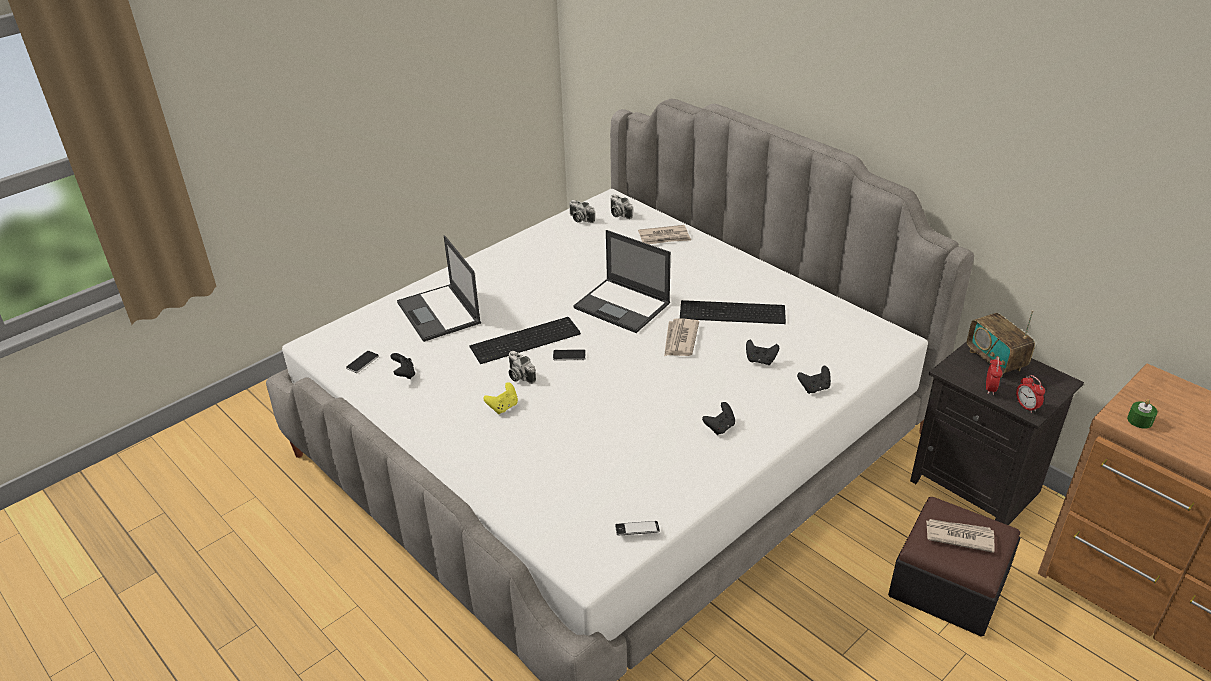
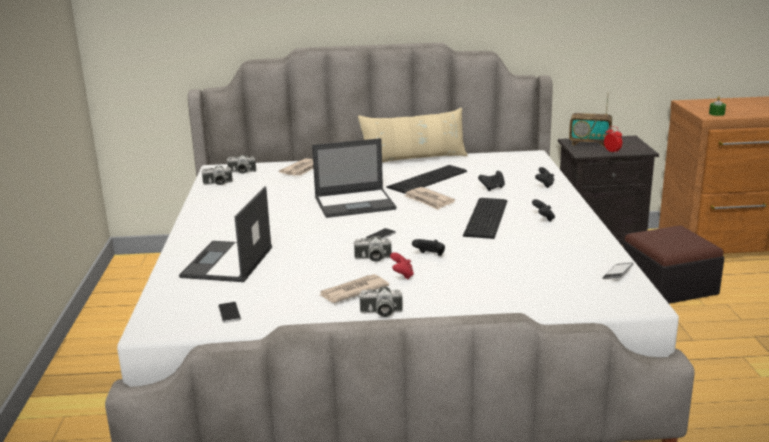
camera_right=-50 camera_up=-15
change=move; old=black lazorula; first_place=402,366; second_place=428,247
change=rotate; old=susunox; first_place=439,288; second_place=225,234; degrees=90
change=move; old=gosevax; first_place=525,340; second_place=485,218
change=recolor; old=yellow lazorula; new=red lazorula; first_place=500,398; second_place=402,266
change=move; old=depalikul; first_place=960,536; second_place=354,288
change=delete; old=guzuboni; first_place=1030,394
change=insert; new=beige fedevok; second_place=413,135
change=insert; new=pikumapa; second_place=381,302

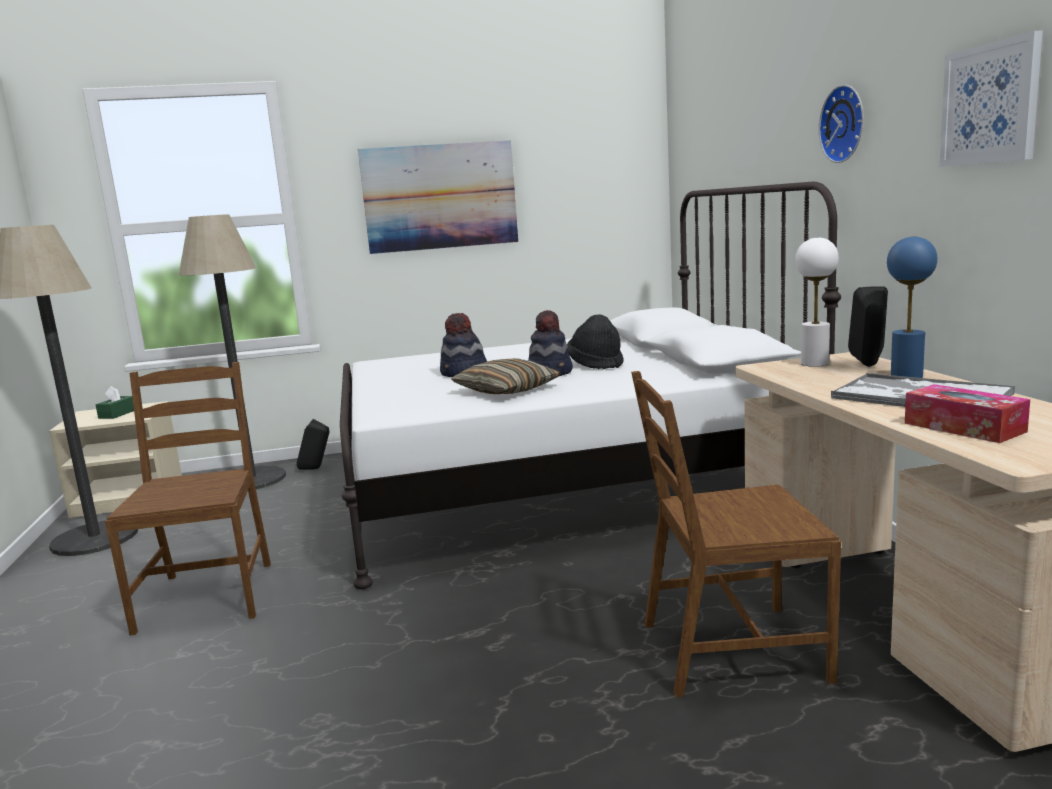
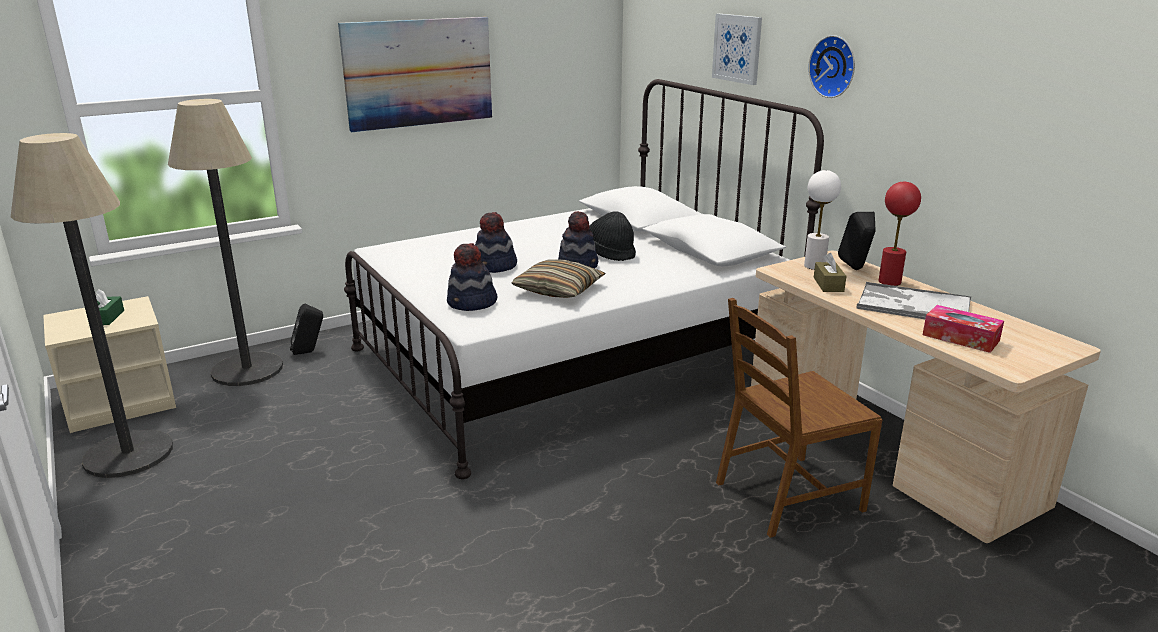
camera_right=-20 camera_up=10
change=delete; old=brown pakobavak; first_place=188,498
change=recolor; old=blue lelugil; new=red lelugil; first_place=912,307; second_place=899,234
change=move; old=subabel; first_place=991,98; second_place=737,49
change=insert; new=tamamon; second_place=472,277
change=insert; new=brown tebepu; second_place=830,272

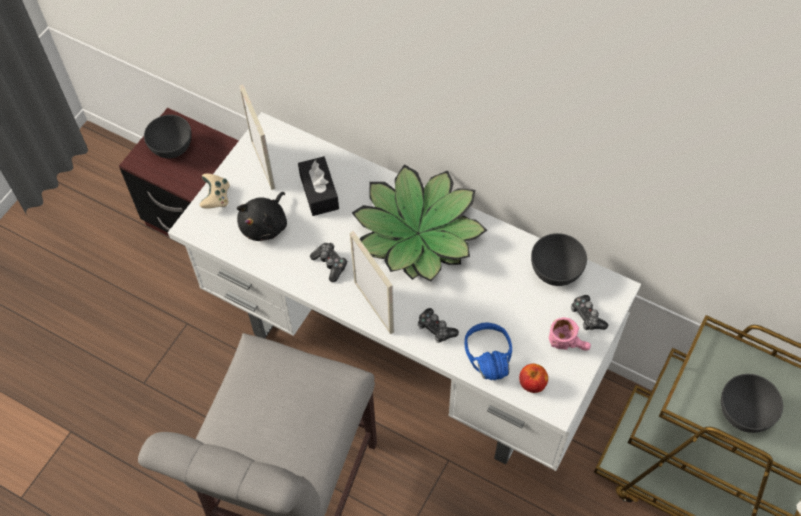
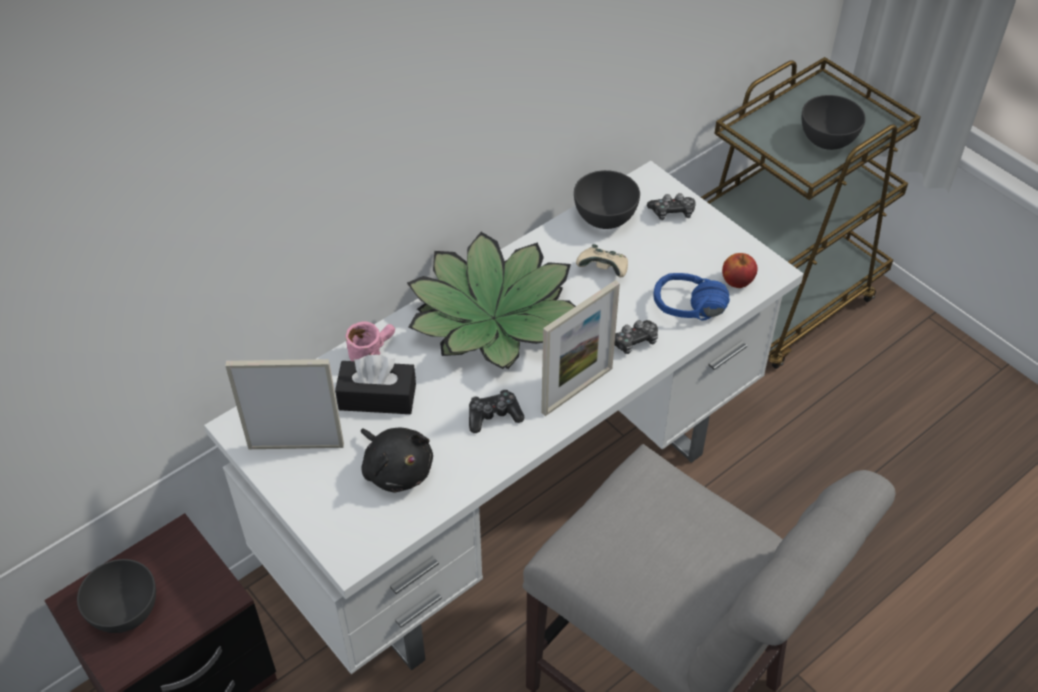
camera_right=-70 camera_up=-10
change=move; old=beige lazorula; first_place=214,191; second_place=602,260
change=rotate; old=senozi; first_place=372,282; second_place=580,348; degrees=150
change=move; old=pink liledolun; first_place=570,333; second_place=370,341

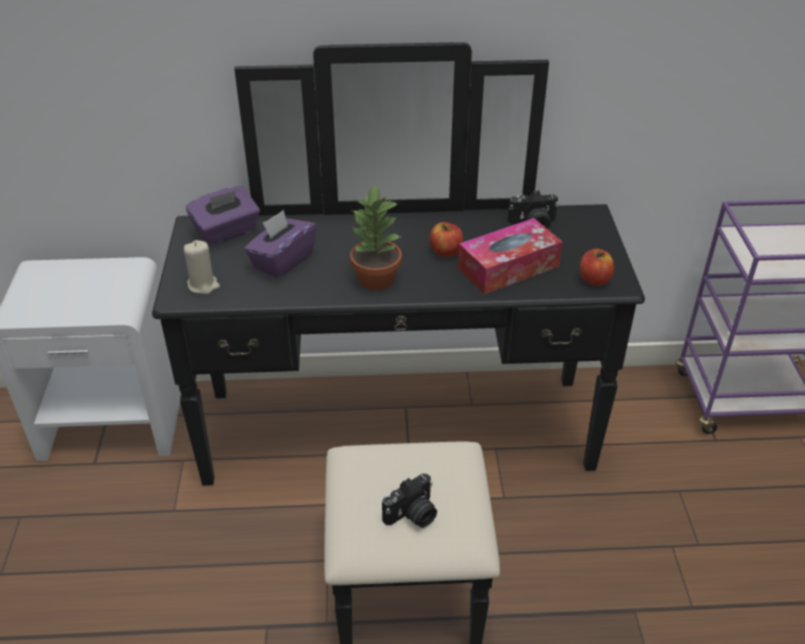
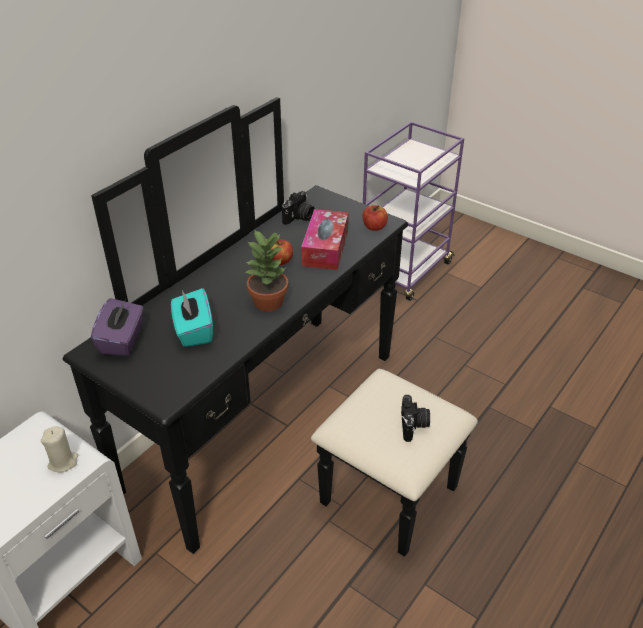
camera_right=-50 camera_up=0
change=move; old=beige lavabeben; first_place=202,267; second_place=59,449
change=recolor; old=purple tebepu; new=turquoise tebepu; first_place=280,244; second_place=192,317

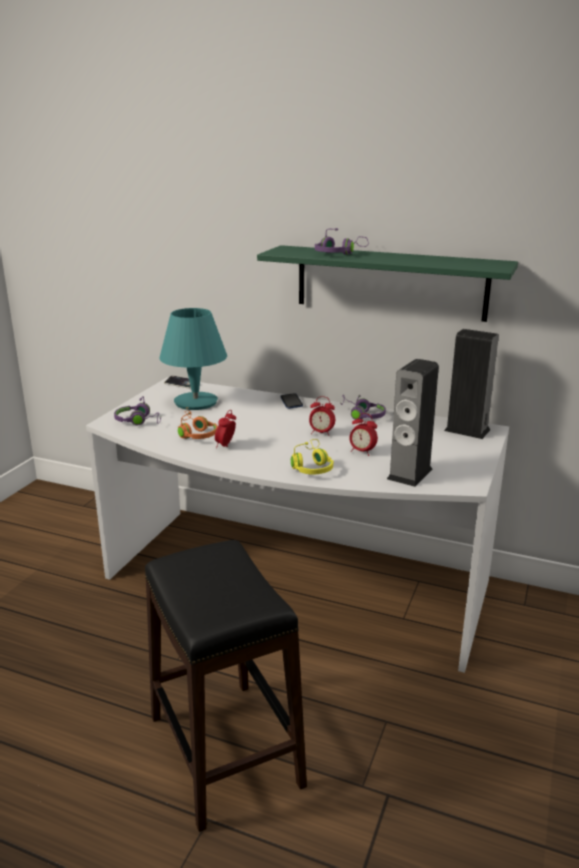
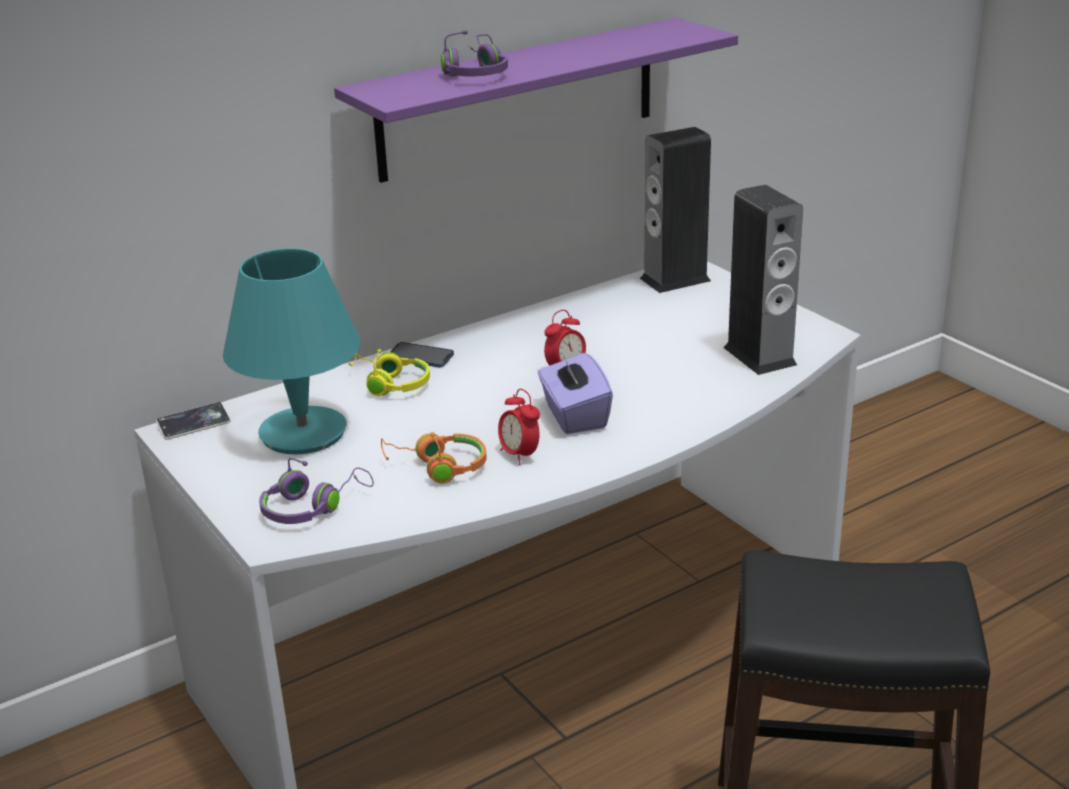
camera_right=-55 camera_up=5
change=recolor; old=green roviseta; new=purple roviseta; first_place=387,283; second_place=536,100
change=move; old=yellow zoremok; first_place=312,457; second_place=389,372
change=delete; old=purple zoremok; first_place=363,407
change=delete; old=guzuboni; first_place=363,434
change=insert; new=purple tebepu; second_place=575,392

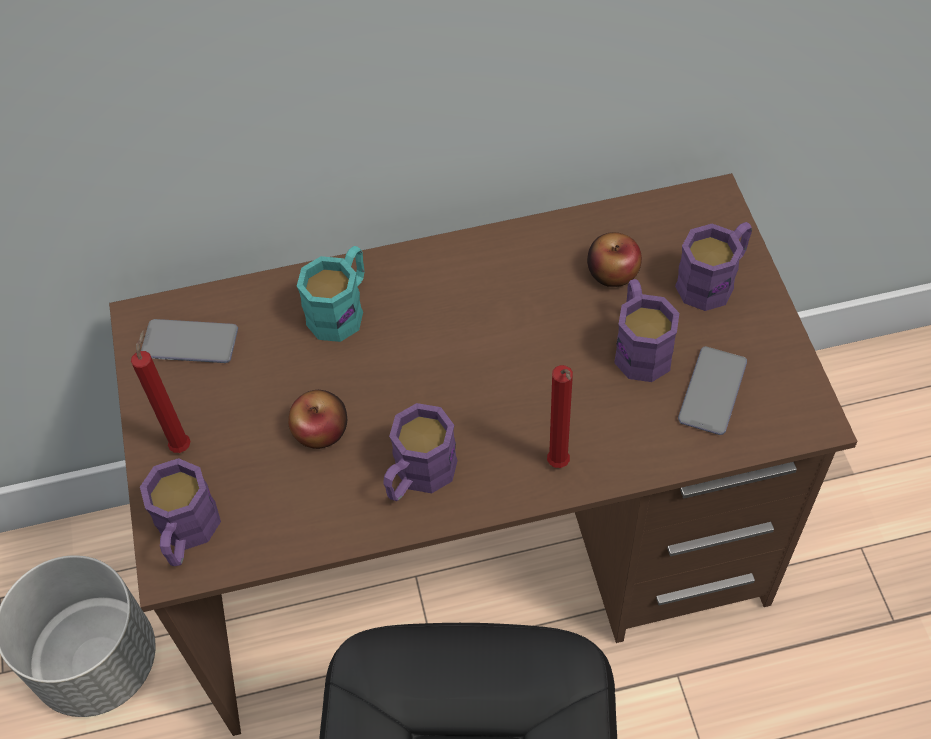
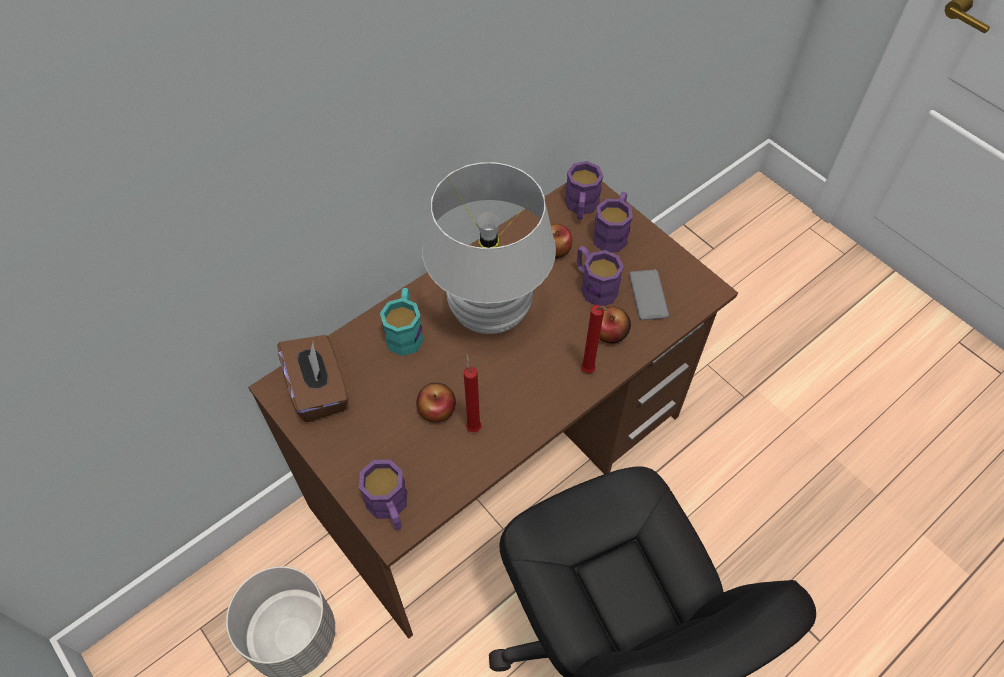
camera_right=-30 camera_up=0
change=move; old=red lavabeben; first_place=160,391; second_place=472,392
change=replace; old=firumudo; new=brown tebepu; first_place=189,341; second_place=313,378
change=move; old=purple liledolun; first_place=421,452; second_place=584,190
change=insert; new=white lelugil; second_place=489,248
change=insert; new=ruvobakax; second_place=615,325

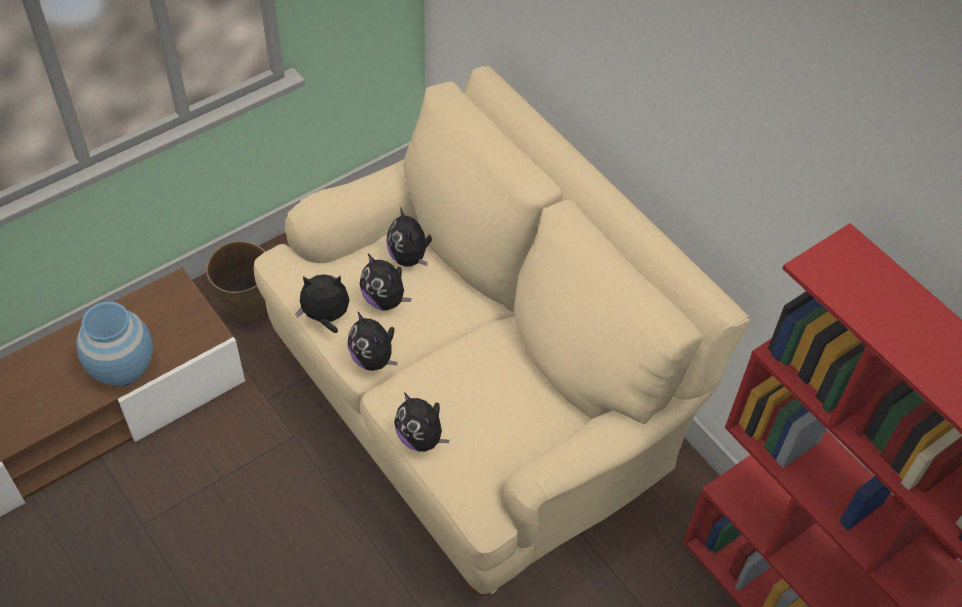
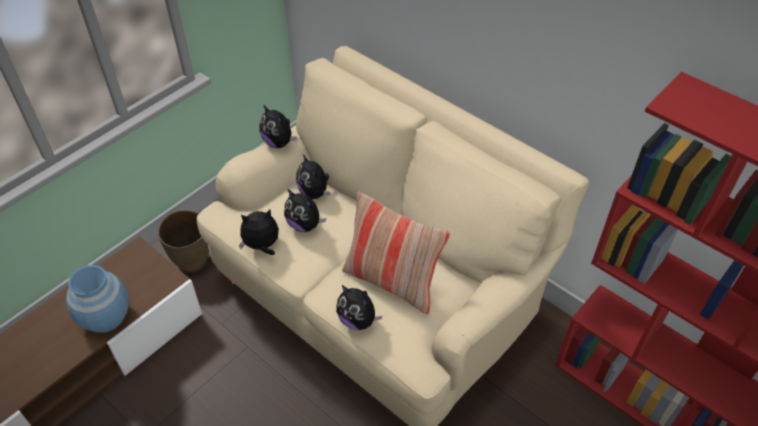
camera_right=-10 camera_up=-5
change=move; old=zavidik; first_place=373,341; second_place=278,126
change=insert; new=fedevok; second_place=396,253

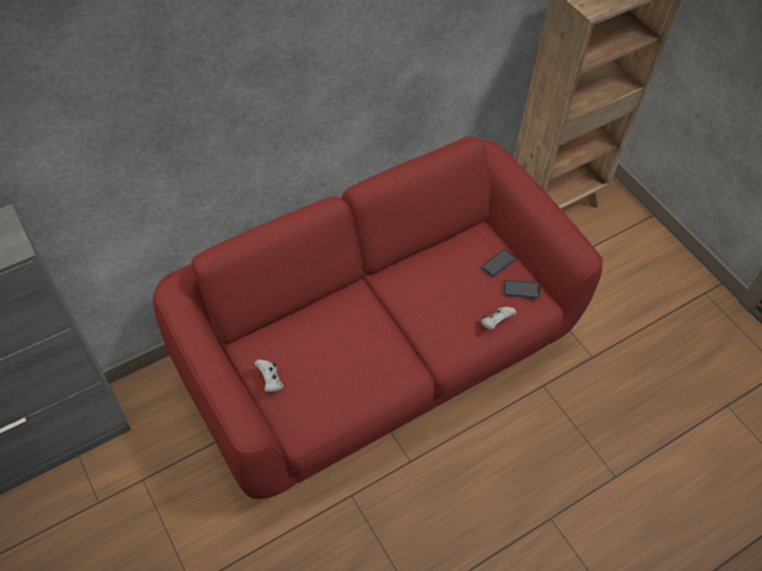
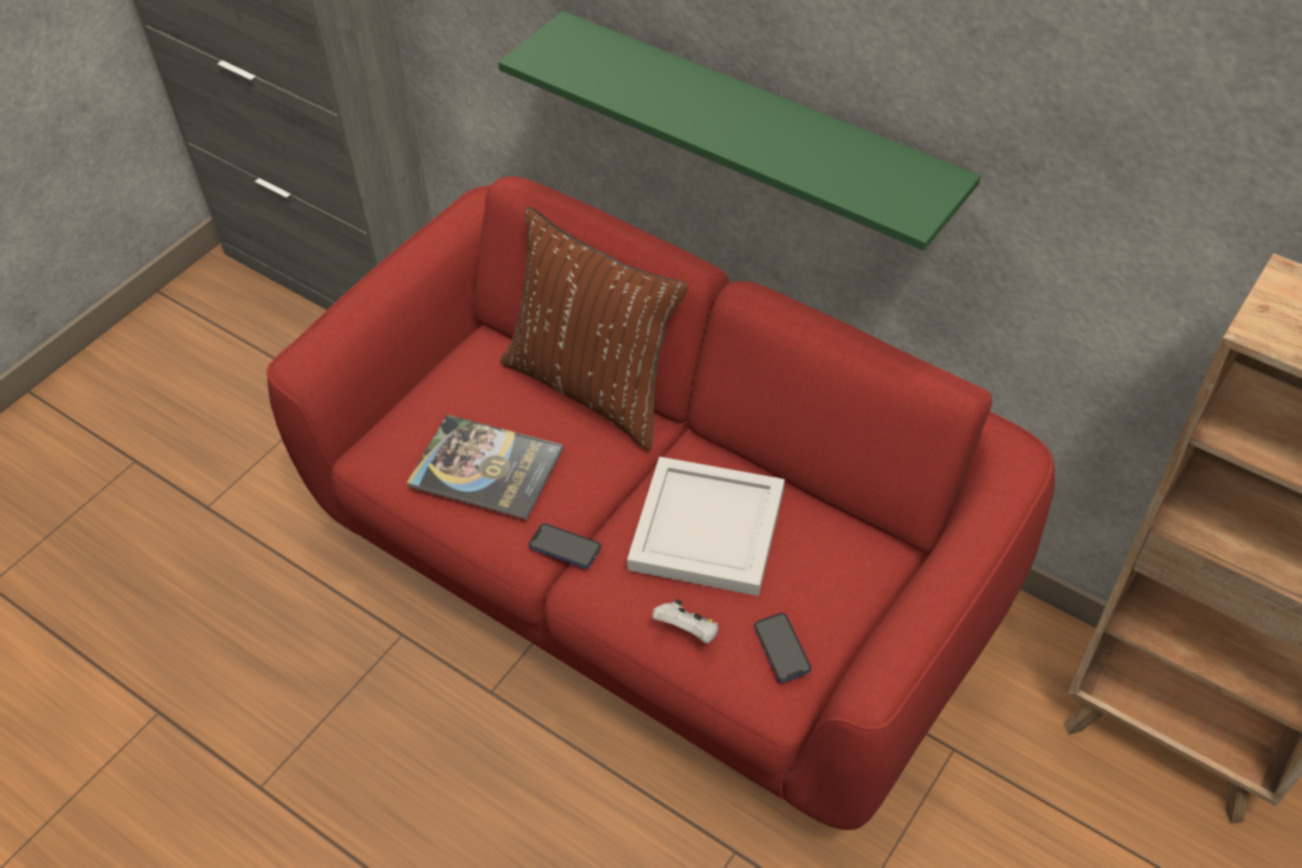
camera_right=70 camera_up=-5
change=delete; old=white lazorula; first_place=268,375
change=move; old=firumudo; first_place=498,263; second_place=565,545
change=insert; new=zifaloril; second_place=484,467
change=insert; new=green roviseta; second_place=739,131
change=insert; new=brown fedevok; second_place=594,328
change=insert; new=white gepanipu; second_place=706,526

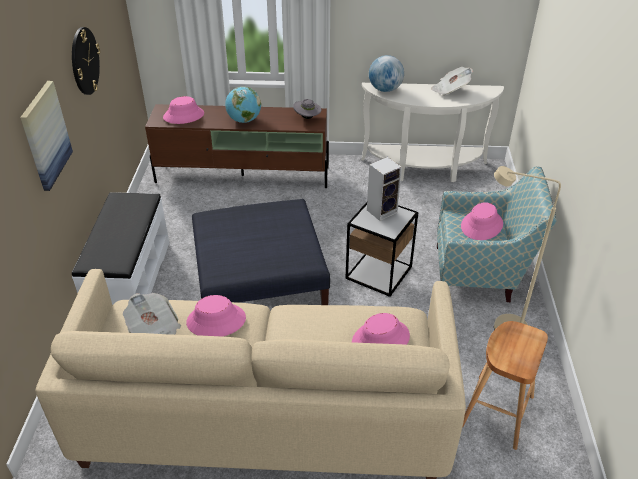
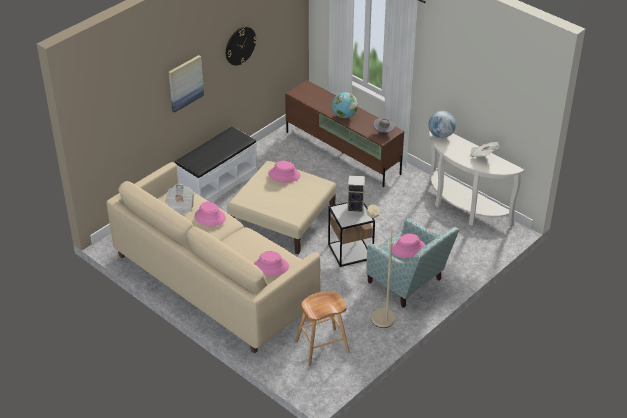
camera_right=40 camera_up=0
change=move; old=pink tamamon; first_place=183,110; second_place=284,172
change=recolor; old=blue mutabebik; new=beige mutabebik; first_place=261,252; second_place=281,207

